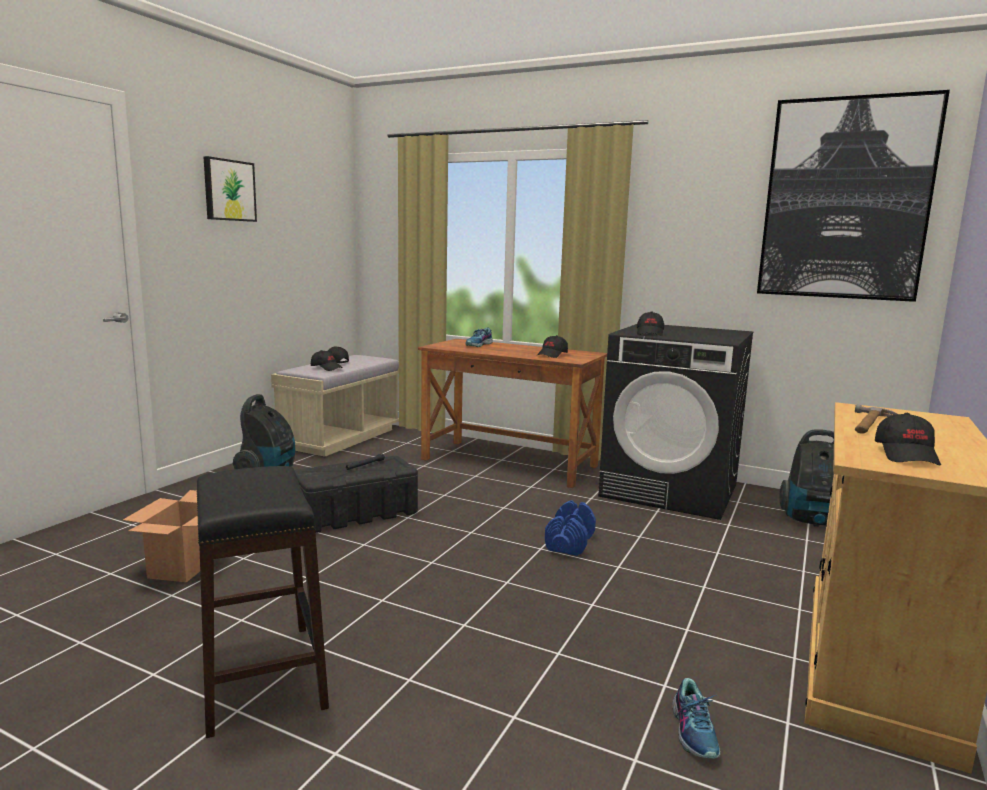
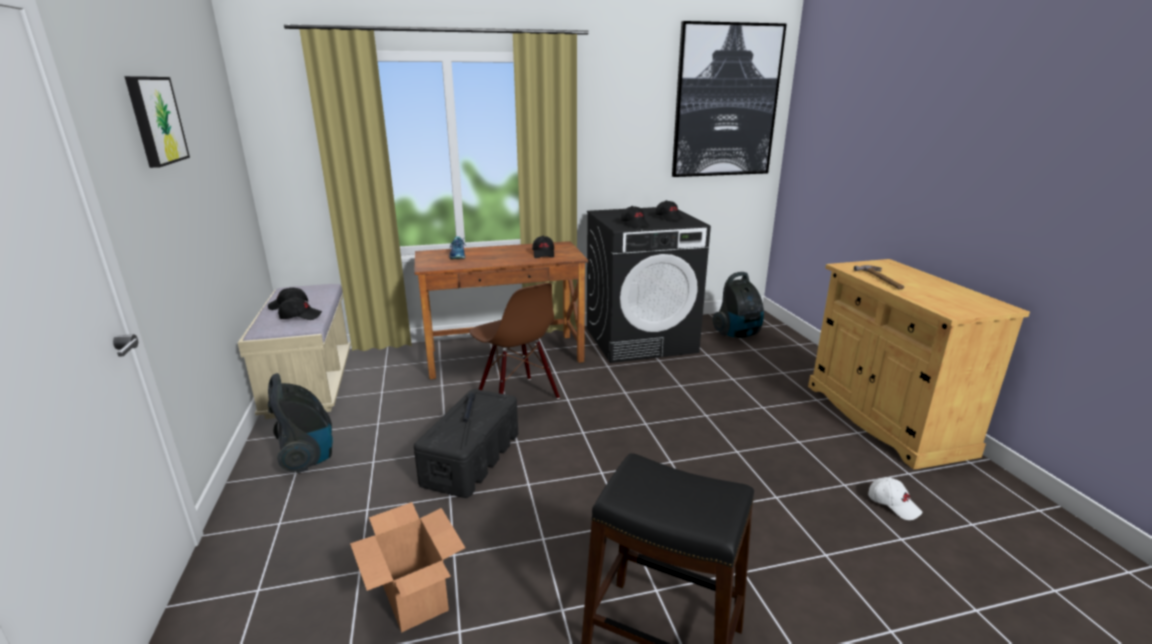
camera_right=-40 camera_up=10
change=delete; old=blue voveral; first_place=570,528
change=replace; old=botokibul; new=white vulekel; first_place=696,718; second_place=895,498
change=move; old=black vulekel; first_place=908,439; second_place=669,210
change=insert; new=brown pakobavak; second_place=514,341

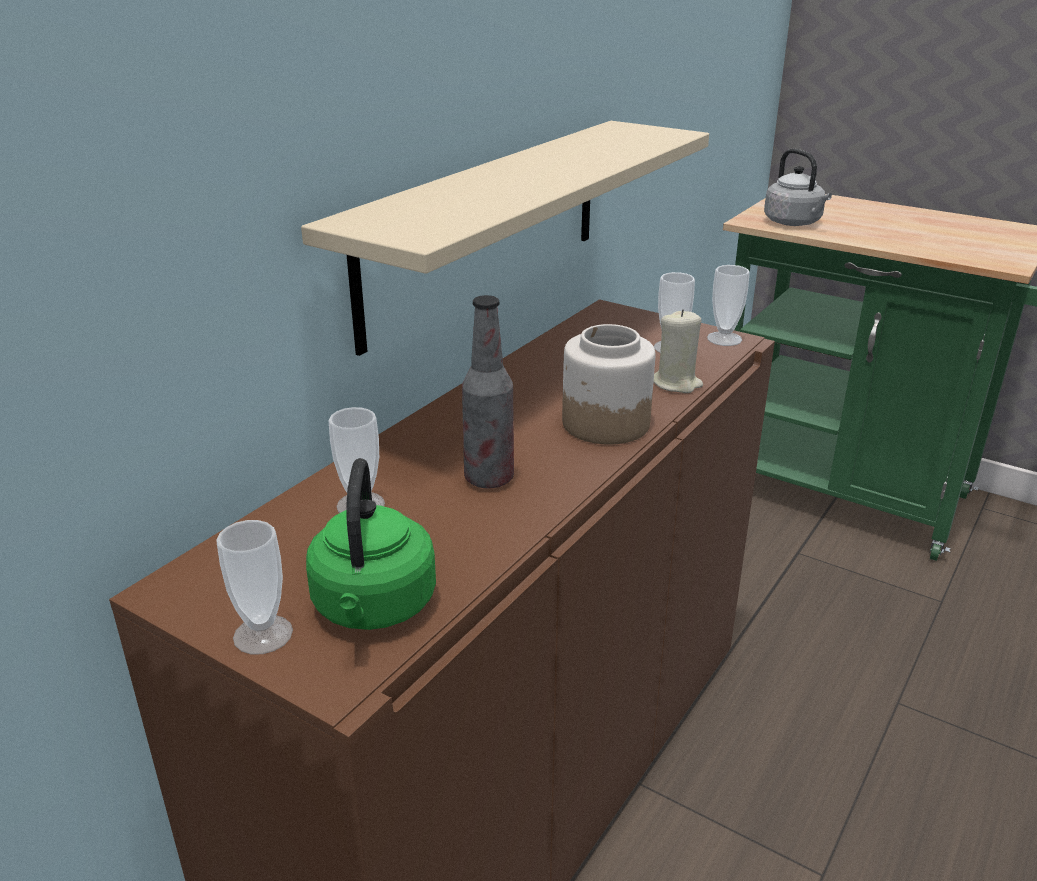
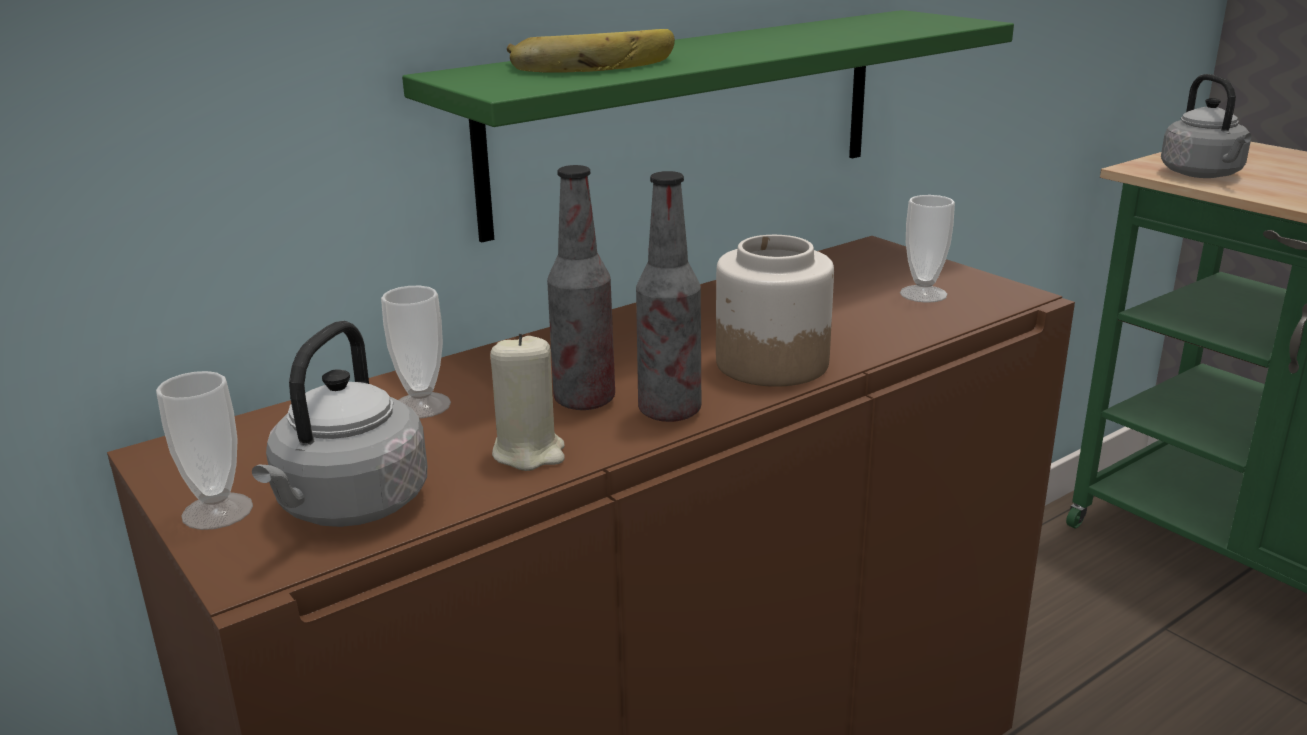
camera_right=20 camera_up=-5
change=recolor; old=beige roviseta; new=green roviseta; first_place=505,238; second_place=708,126
change=recolor; old=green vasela; new=grey vasela; first_place=371,544; second_place=339,424
change=move; old=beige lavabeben; first_place=678,351; second_place=527,402
change=delete; old=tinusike; first_place=728,305
change=insert; new=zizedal; second_place=591,51
change=insert; new=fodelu; second_place=668,296

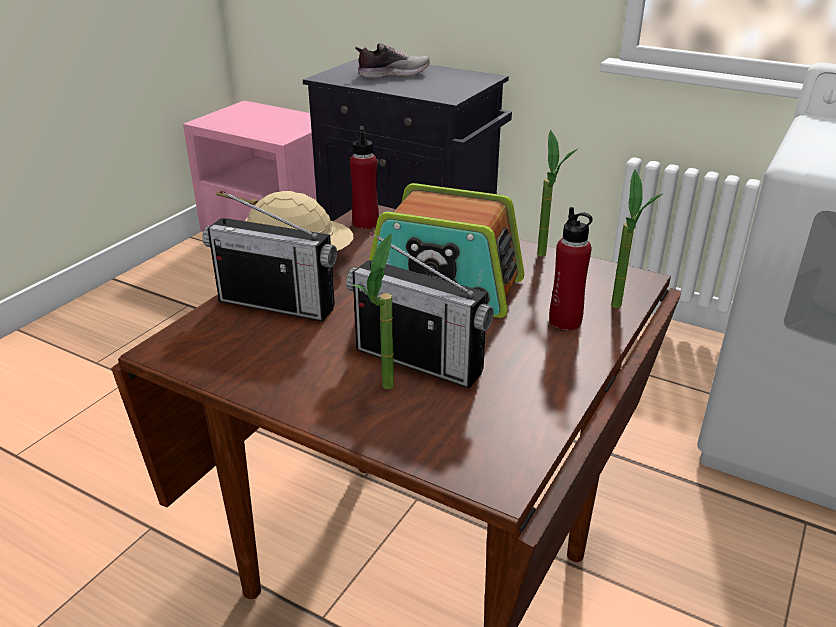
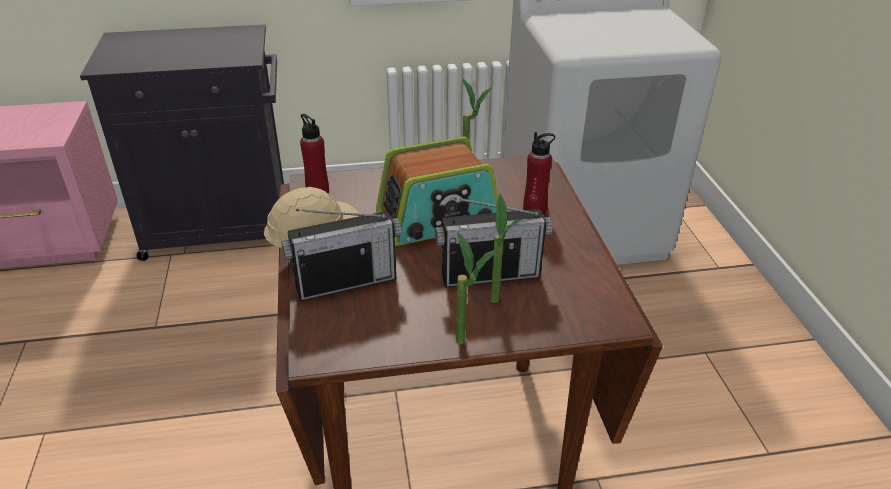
camera_right=-40 camera_up=5
change=delete; old=botokibul; first_place=392,60
change=move; old=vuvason; first_place=637,239; second_place=476,288

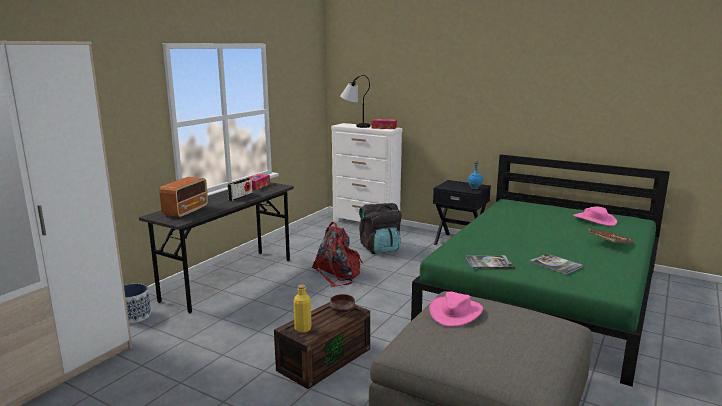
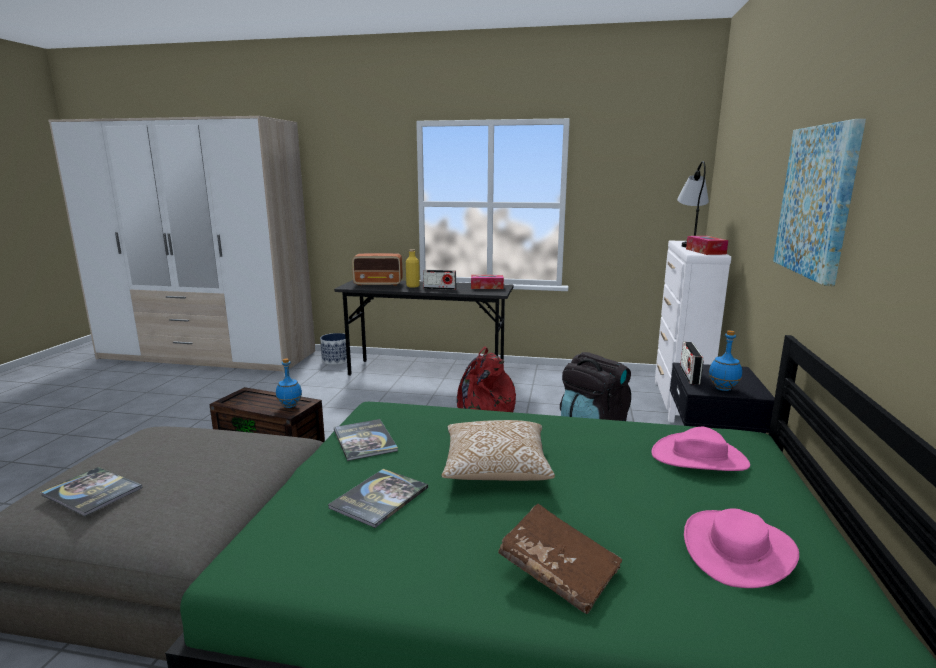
camera_right=70 camera_up=0
change=move; old=yellow fodelu; first_place=302,309; second_place=413,268
change=replace; old=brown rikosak; new=blue fodelu; first_place=342,303; second_place=289,383
change=move; old=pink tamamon; first_place=456,309; second_place=700,449
change=insert; new=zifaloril; second_place=92,492
change=insert; new=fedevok; second_place=498,450
change=insert; new=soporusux; second_place=692,363
change=insert; new=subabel; second_place=819,202

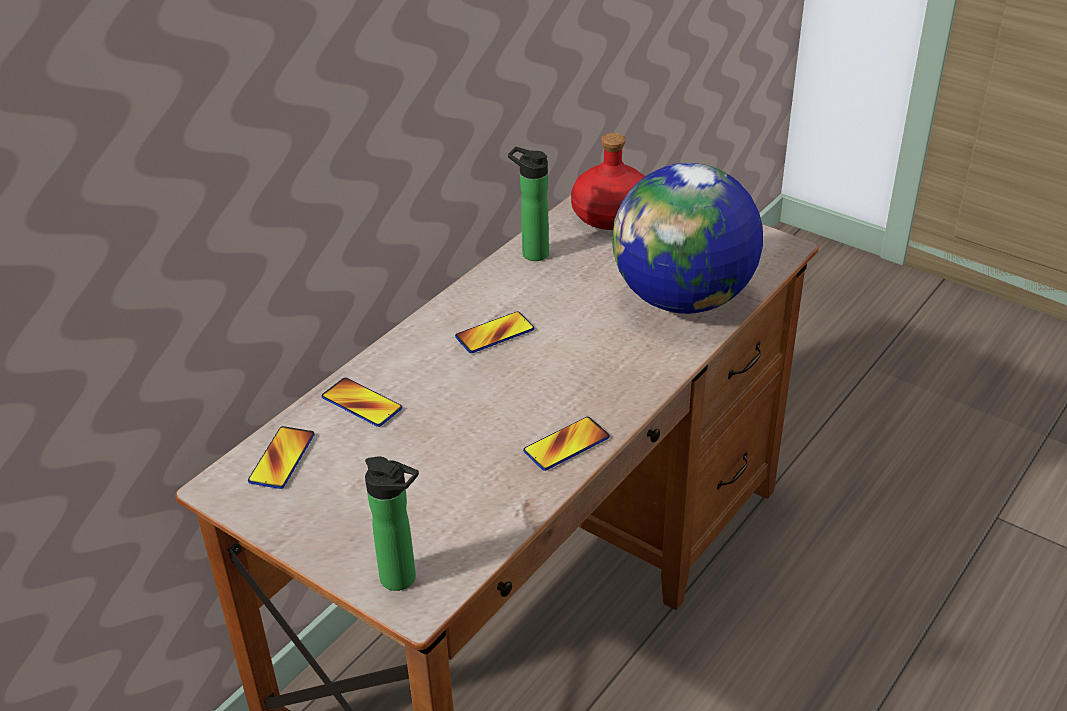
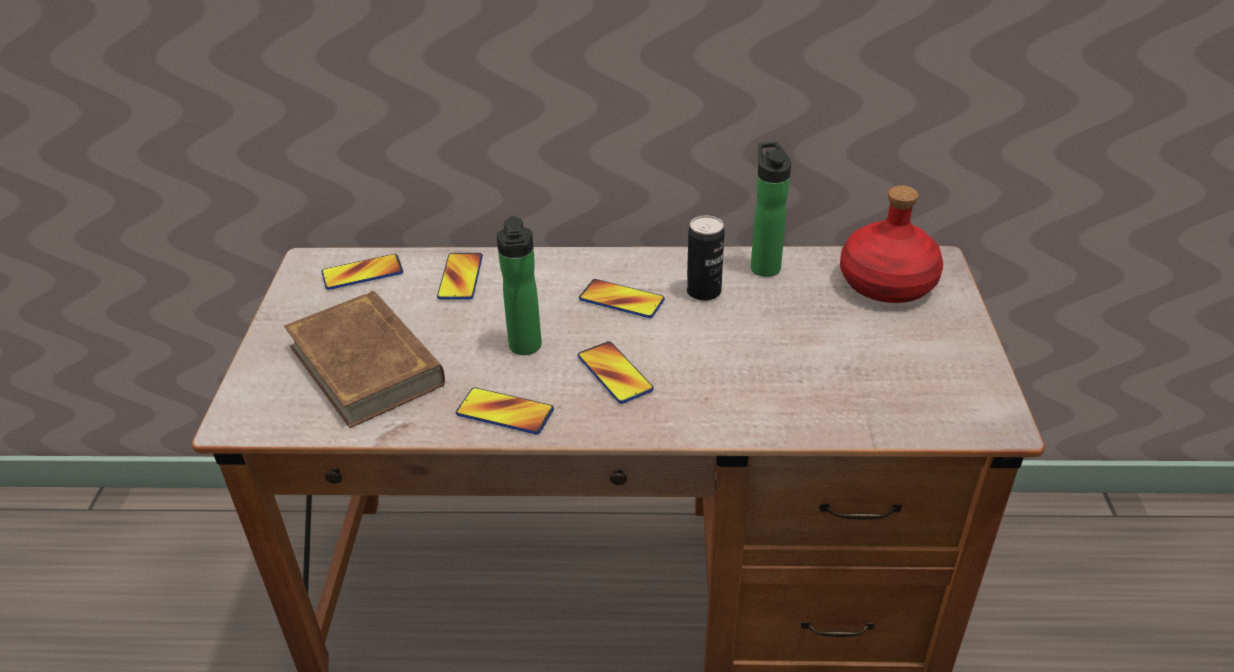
camera_right=55 camera_up=0
change=move; old=fodelu; first_place=392,523; second_place=519,285
change=delete; old=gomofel; first_place=687,238
change=insert; new=brown zifaloril; second_place=364,359
change=insert; new=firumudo; second_place=616,372
change=insert; new=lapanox; second_place=706,258

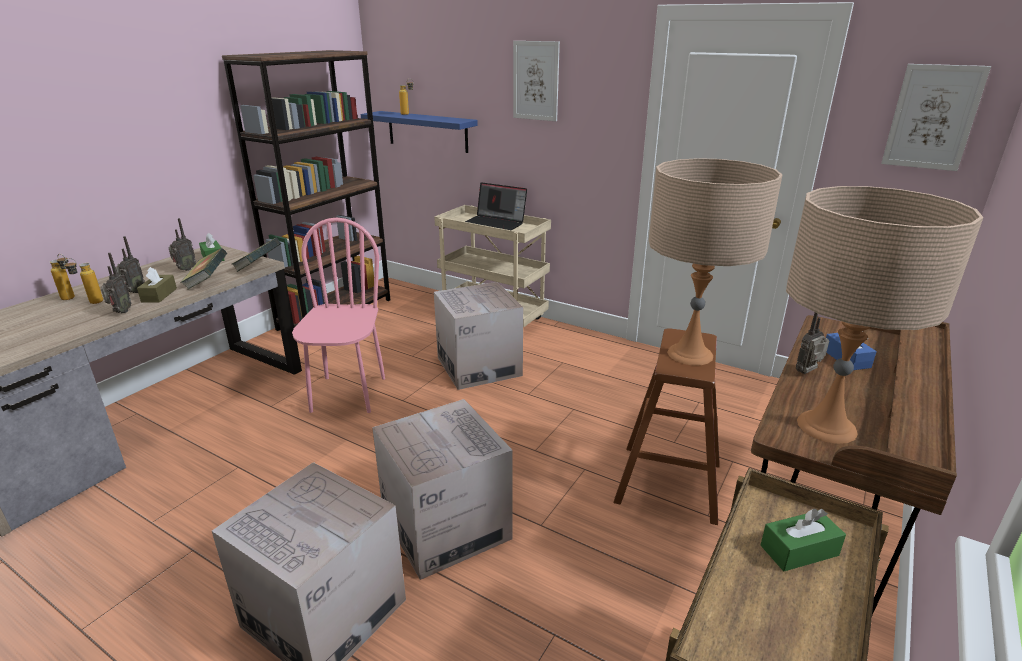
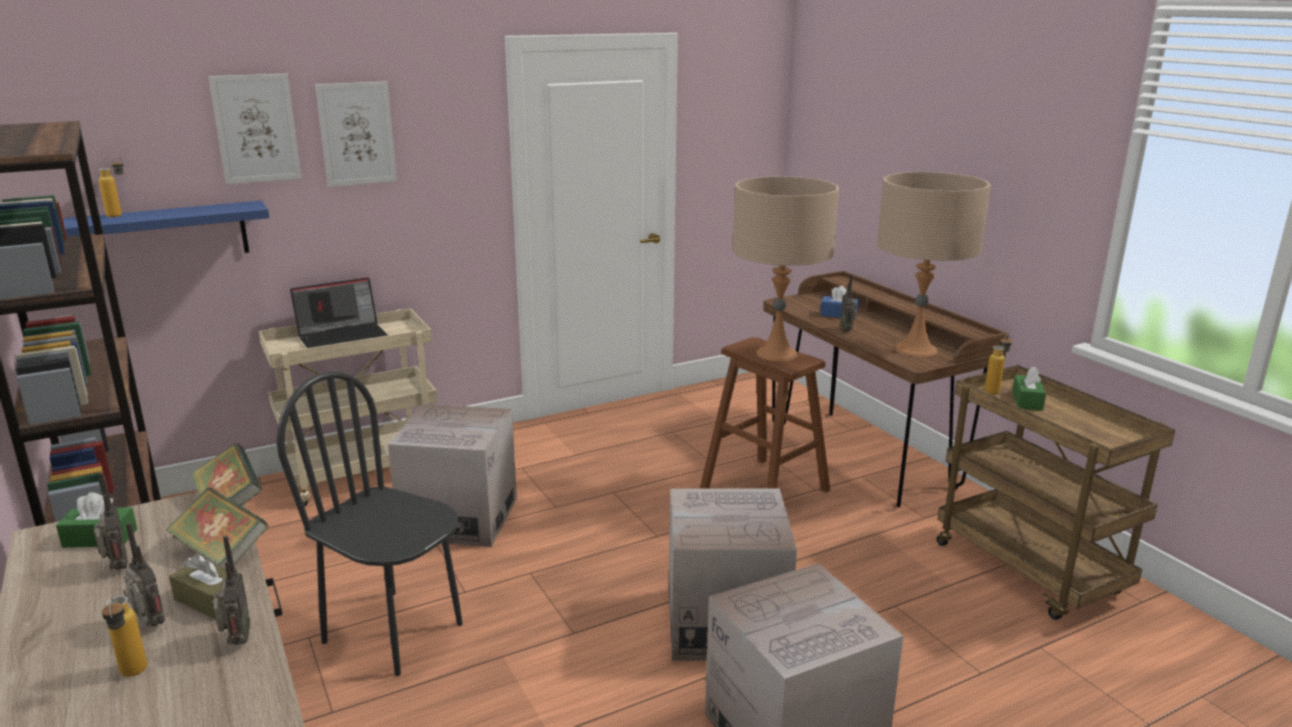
camera_right=-60 camera_up=-5
change=move; old=fodelu; first_place=62,277; second_place=998,364
change=rotate; old=soporusux; first_place=116,283; second_place=231,590; degrees=45
change=recolor; old=pink pakobavak; new=black pakobavak; first_place=338,315; second_place=369,523
change=move; old=subabel; first_place=936,117; second_place=255,129

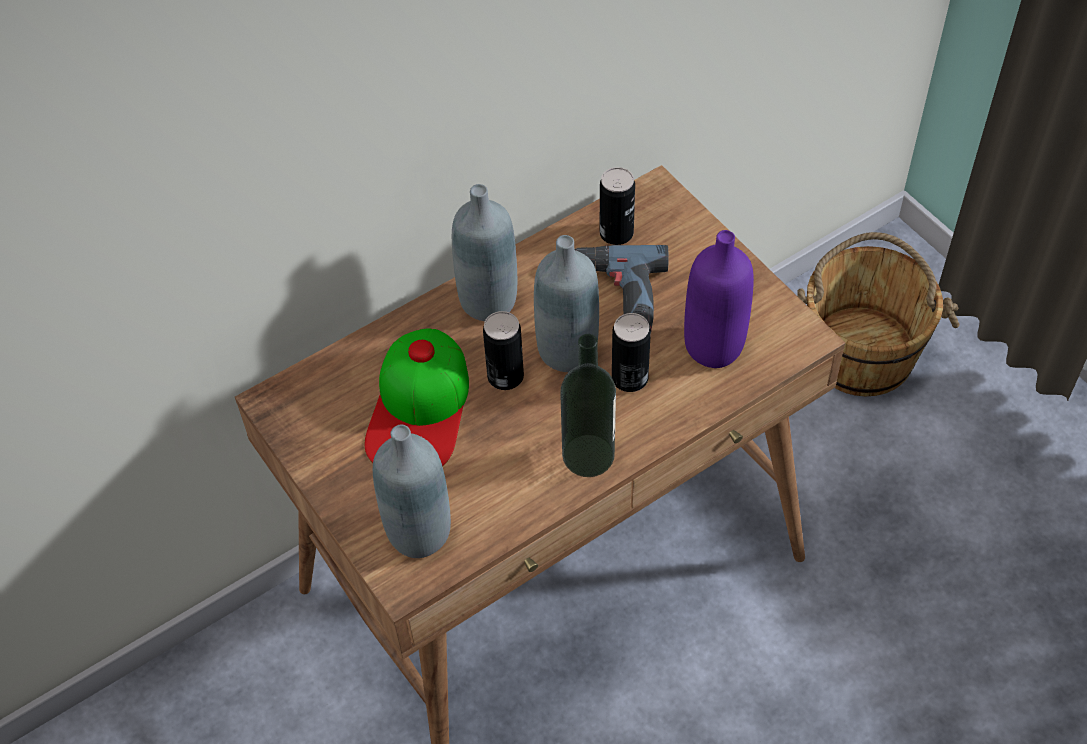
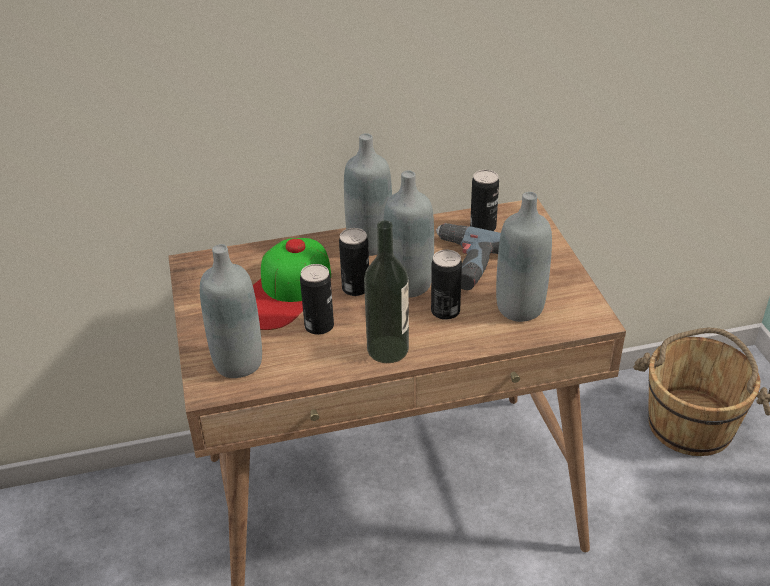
camera_right=20 camera_up=-15
change=recolor; old=purple fodelu; new=grey fodelu; first_place=719,299; second_place=524,257
change=insert; new=lapanox; second_place=317,299

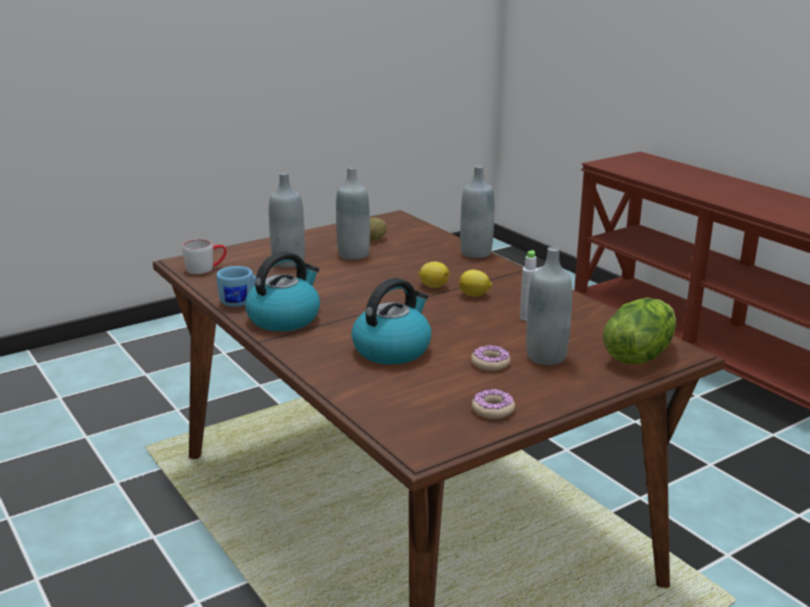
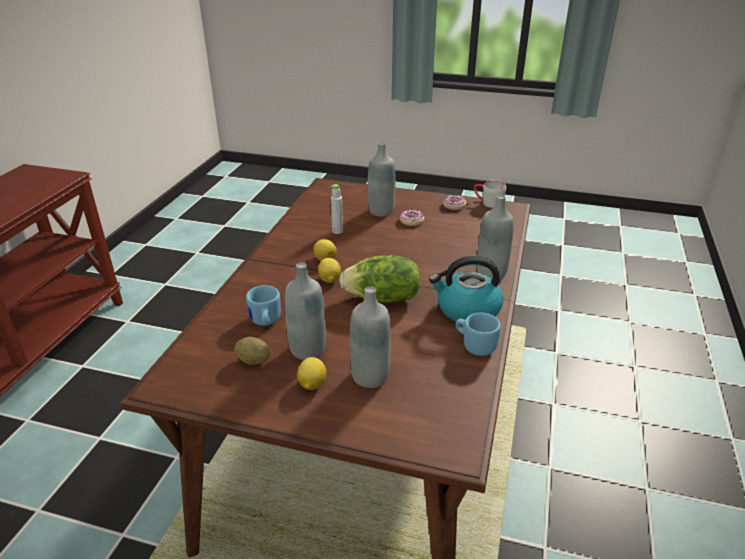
camera_right=-130 camera_up=10
change=move; old=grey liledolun; first_place=204,256; second_place=490,194
change=delete; old=vasela; first_place=391,321
change=move; old=grey fodelu; first_place=477,211; second_place=495,237
change=move; old=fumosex; first_place=639,331; second_place=379,279
change=insert; new=blue liledolun; second_place=263,305
change=insert; new=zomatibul; second_place=312,373

